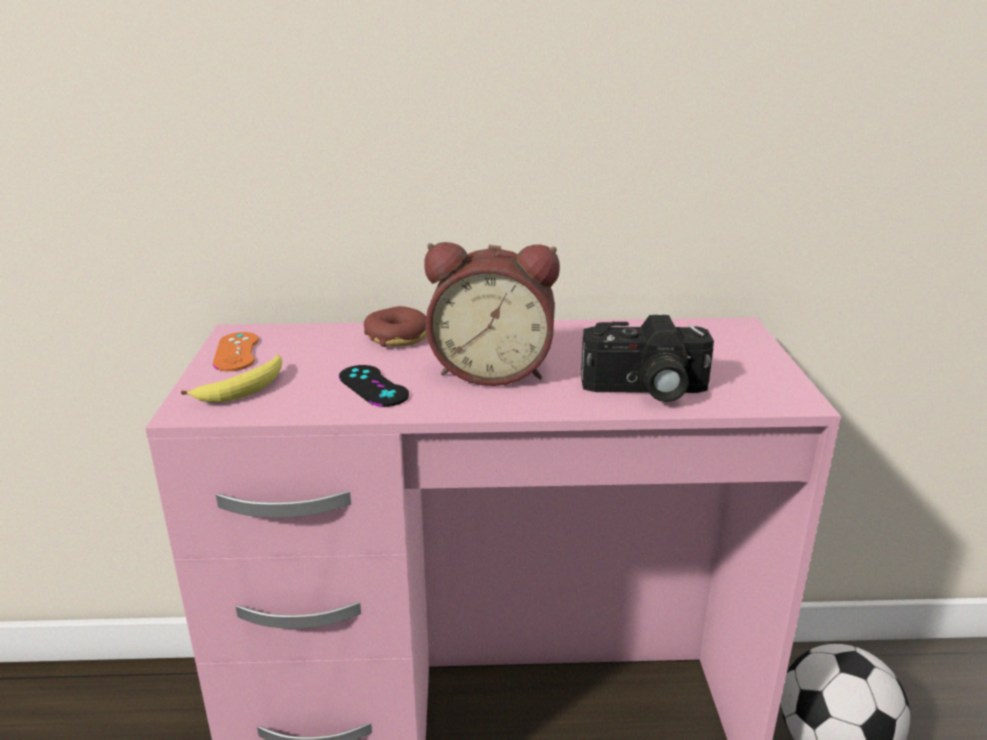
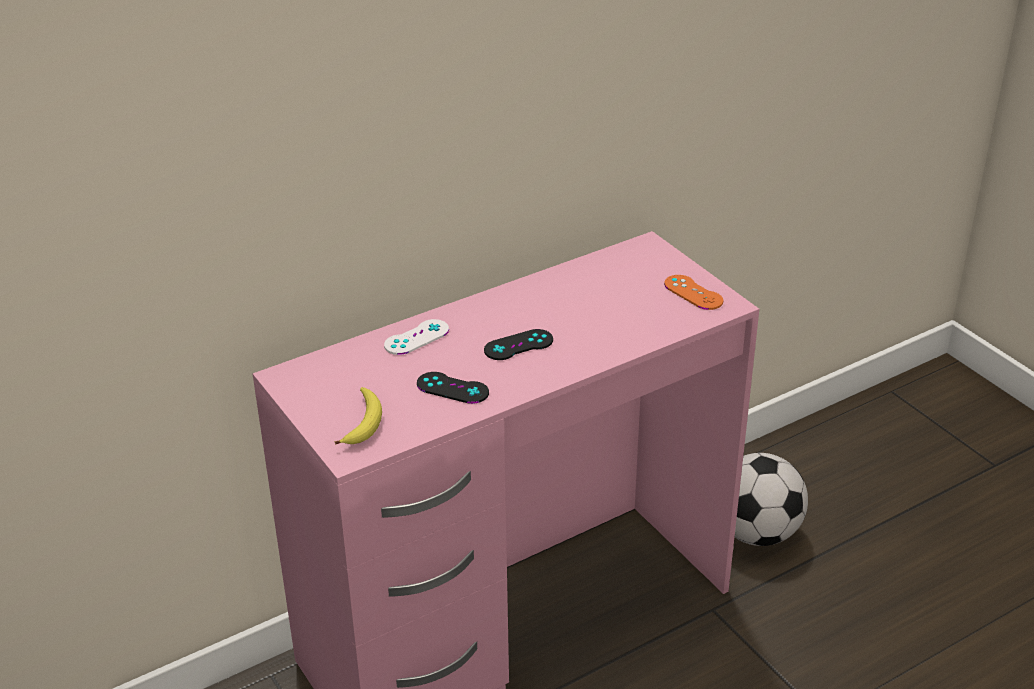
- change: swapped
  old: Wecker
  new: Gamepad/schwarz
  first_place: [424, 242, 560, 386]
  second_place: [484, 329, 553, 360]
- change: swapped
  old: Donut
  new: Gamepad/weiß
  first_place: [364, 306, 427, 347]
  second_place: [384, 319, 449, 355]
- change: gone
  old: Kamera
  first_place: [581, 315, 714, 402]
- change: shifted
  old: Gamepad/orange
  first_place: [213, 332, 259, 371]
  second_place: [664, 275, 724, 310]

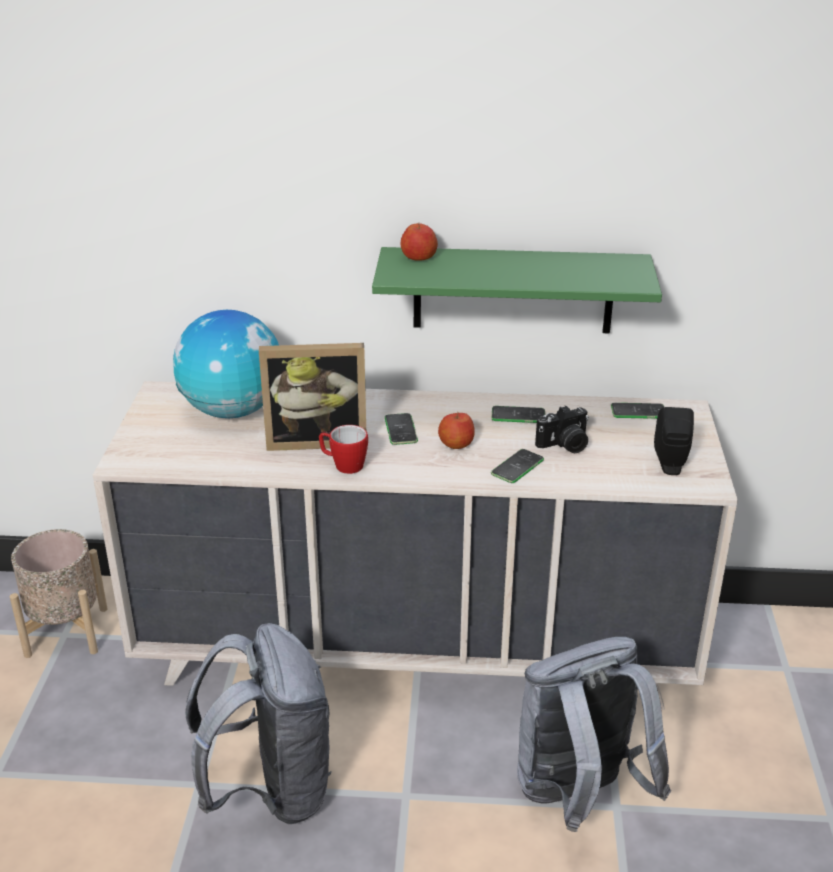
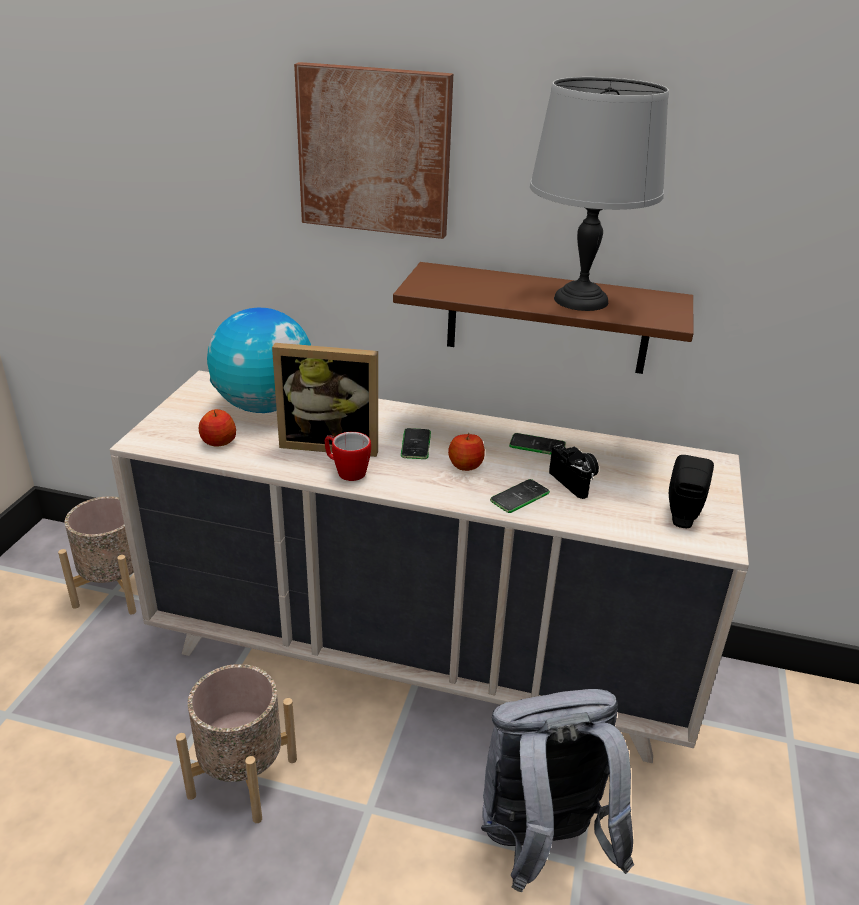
- change: shifted
  old: Apfel
  first_place: [401, 223, 438, 261]
  second_place: [199, 409, 236, 446]
- change: repainted
  old: Wandregal/grün
  new: Wandregal/braun
  first_place: [372, 247, 662, 334]
  second_place: [393, 262, 694, 374]
- change: gone
  old: Handy
  first_place: [611, 403, 664, 419]
- change: rotated
  old: Kamera
  first_place: [535, 406, 589, 454]
  second_place: [549, 443, 599, 499]
  degrees: -105
- change: swapped
  old: Rucksack/grau
  new: Pflanzkübel/beige
  first_place: [185, 623, 332, 824]
  second_place: [176, 664, 297, 823]
- change: new
  new: Bild
  second_place: [294, 62, 453, 239]
- change: new
  new: Tischlampe/grau
  second_place: [530, 77, 669, 311]

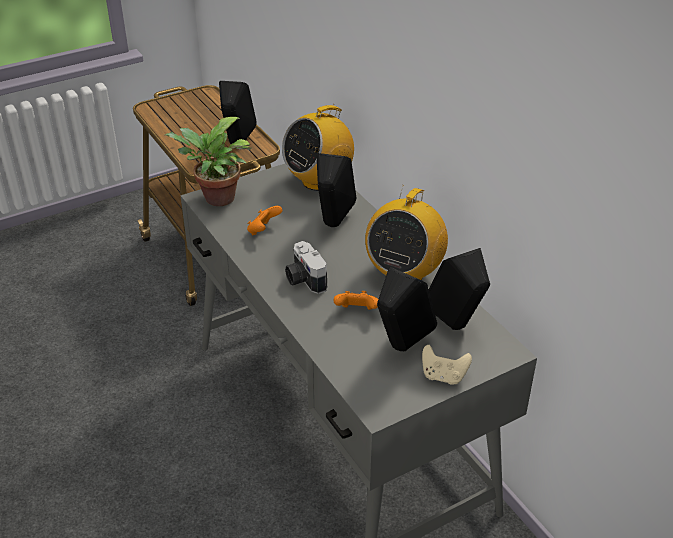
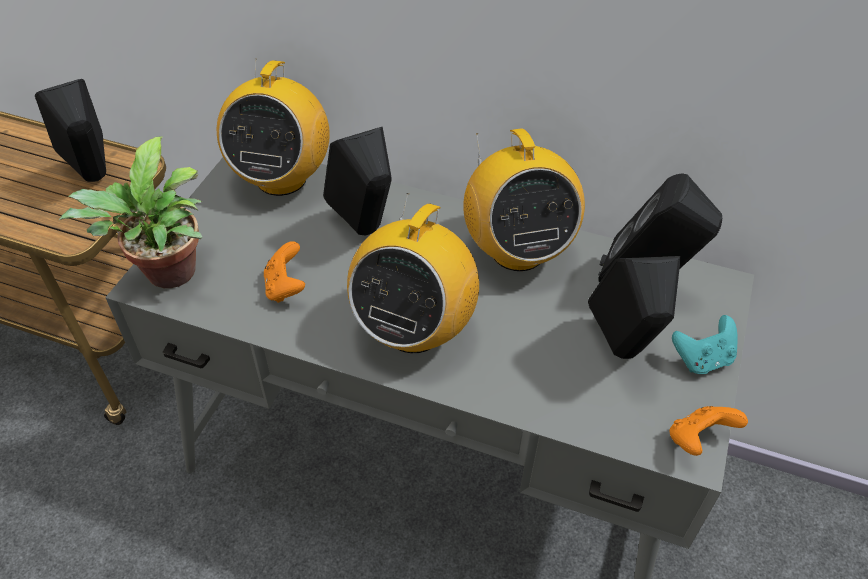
- change: swapped
  old: Kamera
  new: Radio
  first_place: [285, 241, 327, 294]
  second_place: [347, 193, 479, 353]
- change: shifted
  old: Gamepad/orange
  first_place: [334, 291, 378, 310]
  second_place: [669, 406, 748, 456]
- change: repainted
  old: Gamepad/beige
  new: Gamepad/türkis
  first_place: [422, 345, 472, 385]
  second_place: [672, 315, 738, 374]

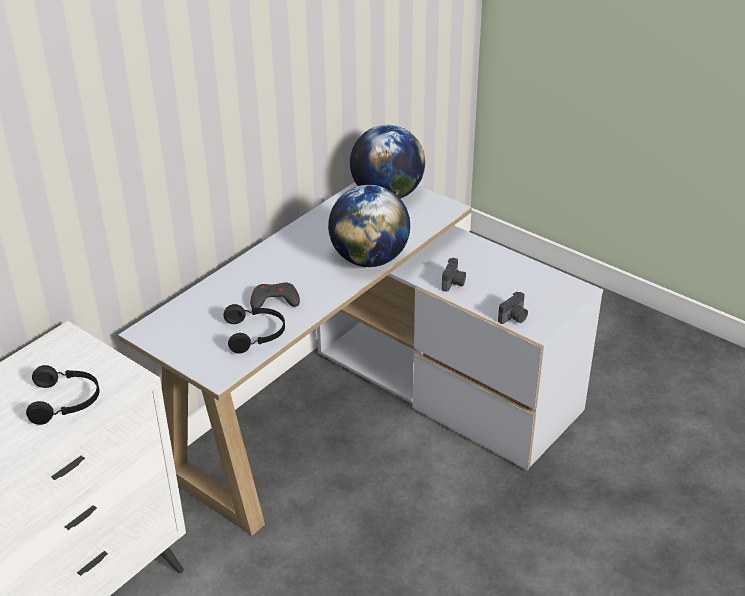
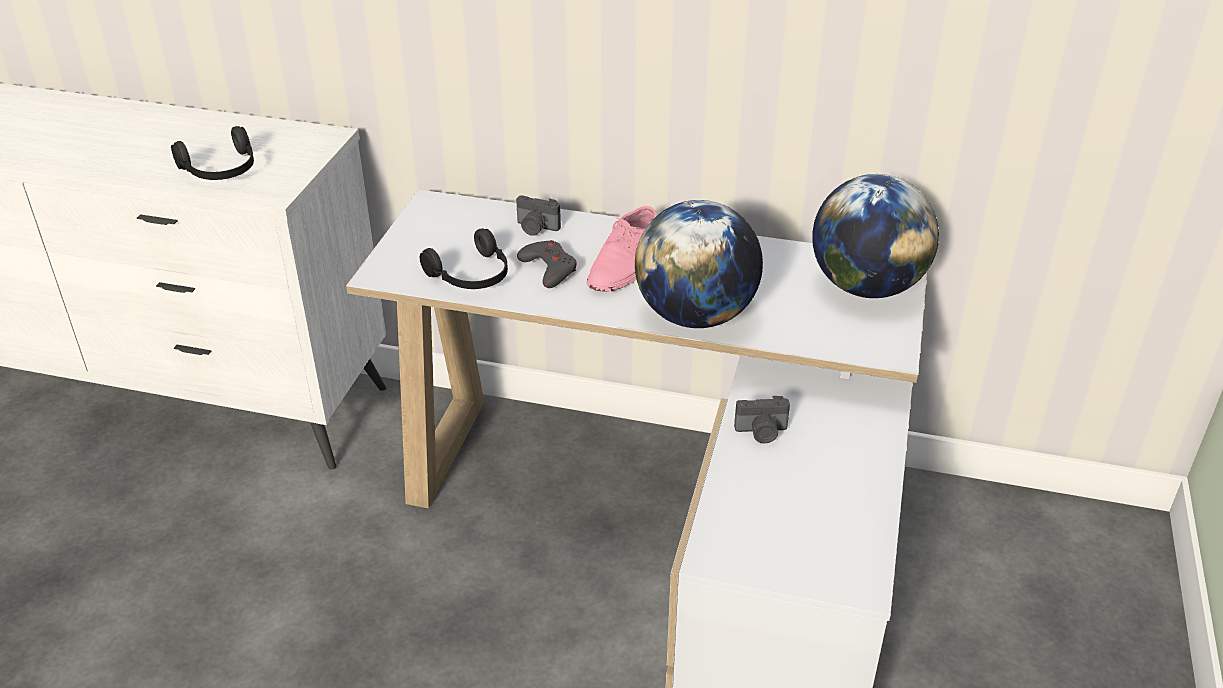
- change: shifted
  old: Kamera
  first_place: [498, 292, 528, 324]
  second_place: [516, 195, 561, 236]
- change: new
  new: Schuh/rosa
  second_place: [587, 206, 657, 292]

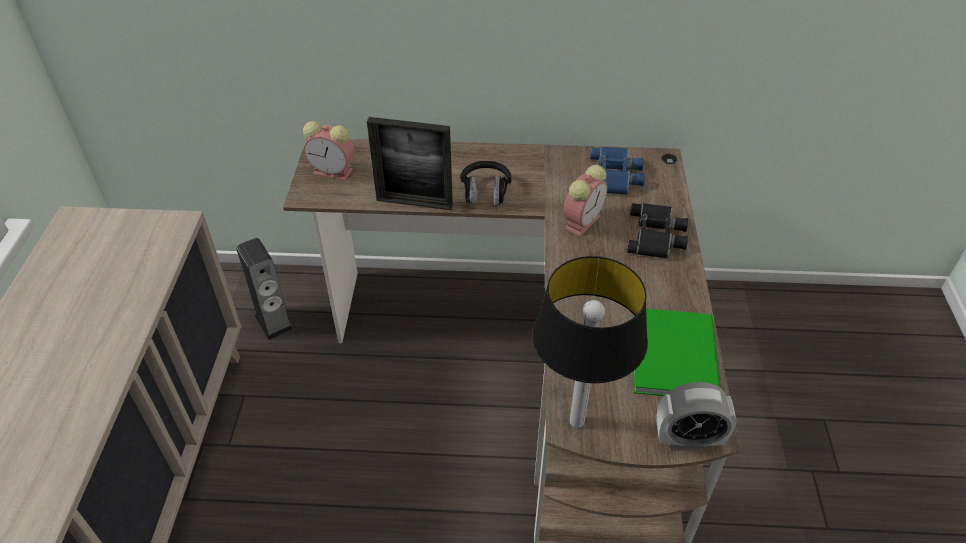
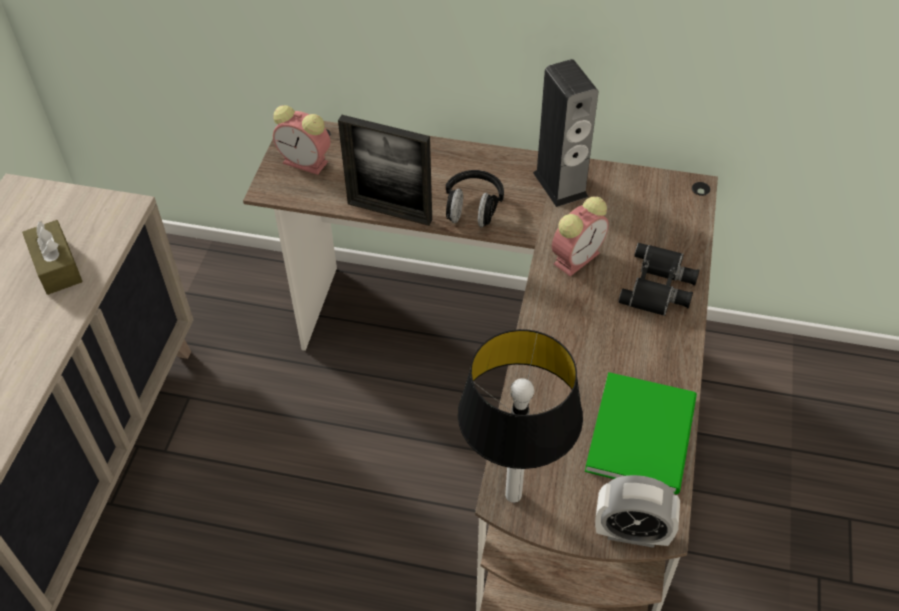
- change: gone
  old: Fernglas/blau
  first_place: [590, 147, 645, 195]
- change: shifted
  old: Lautsprecher
  first_place: [236, 238, 294, 340]
  second_place: [533, 59, 598, 207]
- change: new
  new: Taschentuchbox/braun
  second_place: [22, 220, 83, 295]

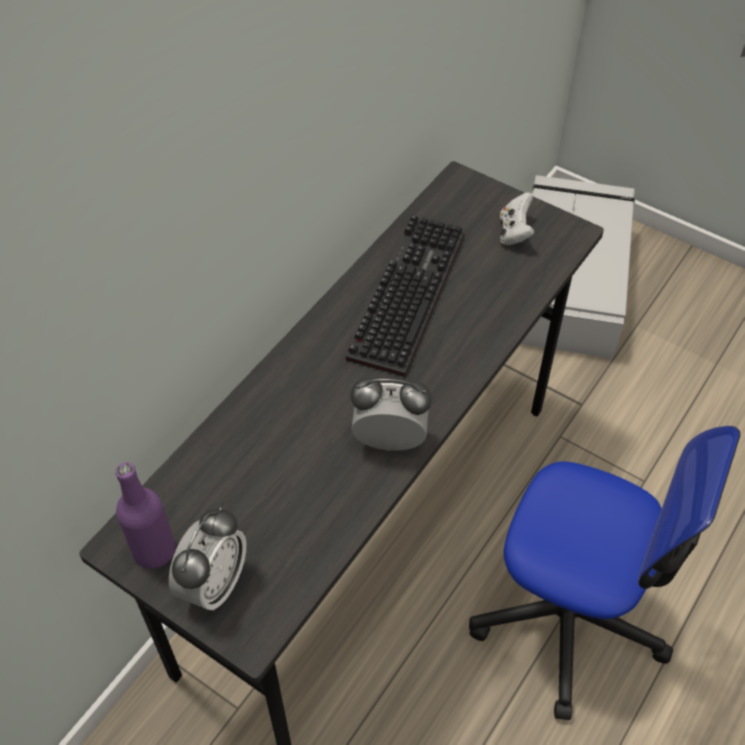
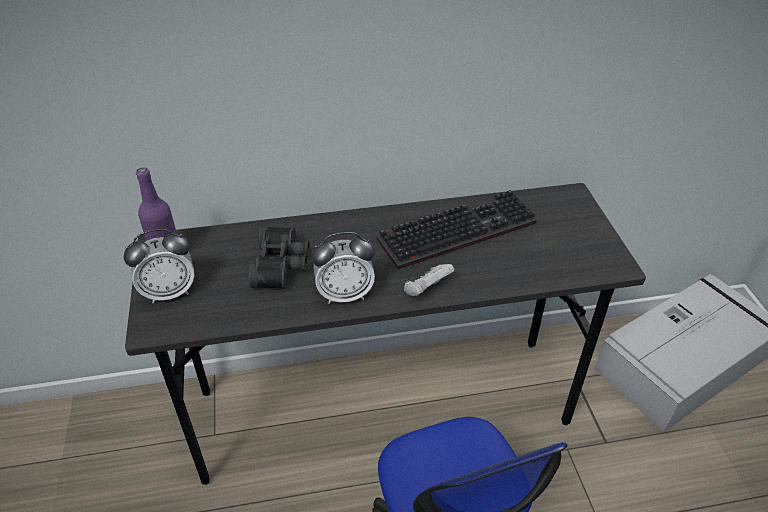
- change: shifted
  old: Gamepad/weiß
  first_place: [500, 192, 535, 245]
  second_place: [404, 264, 455, 297]
- change: rotated
  old: Wecker
  first_place: [350, 377, 432, 451]
  second_place: [311, 232, 375, 304]
  degrees: 120
- change: new
  new: Fernglas/schwarz
  second_place: [249, 227, 310, 289]

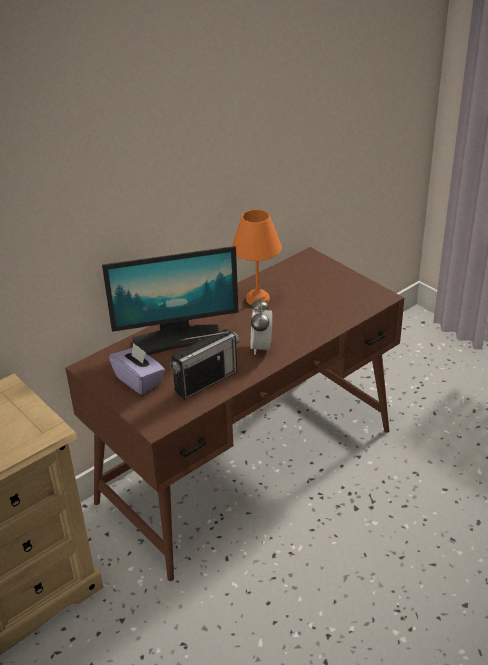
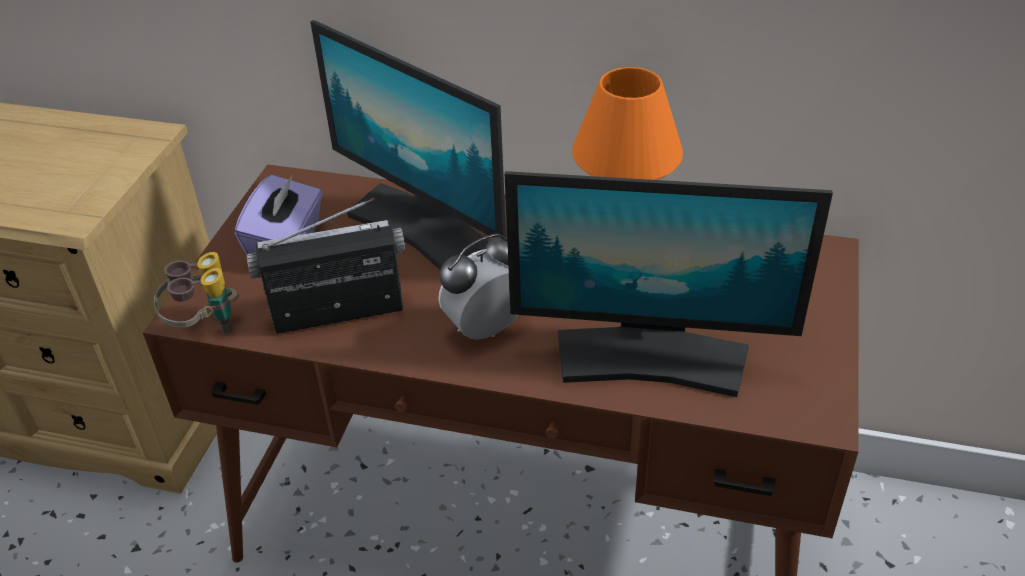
- change: rotated
  old: Radio
  first_place: [170, 329, 239, 400]
  second_place: [247, 198, 405, 334]
  degrees: 150
- change: new
  new: Monitor
  second_place: [505, 171, 833, 397]
- change: new
  new: Fernglas
  second_place: [154, 252, 239, 334]

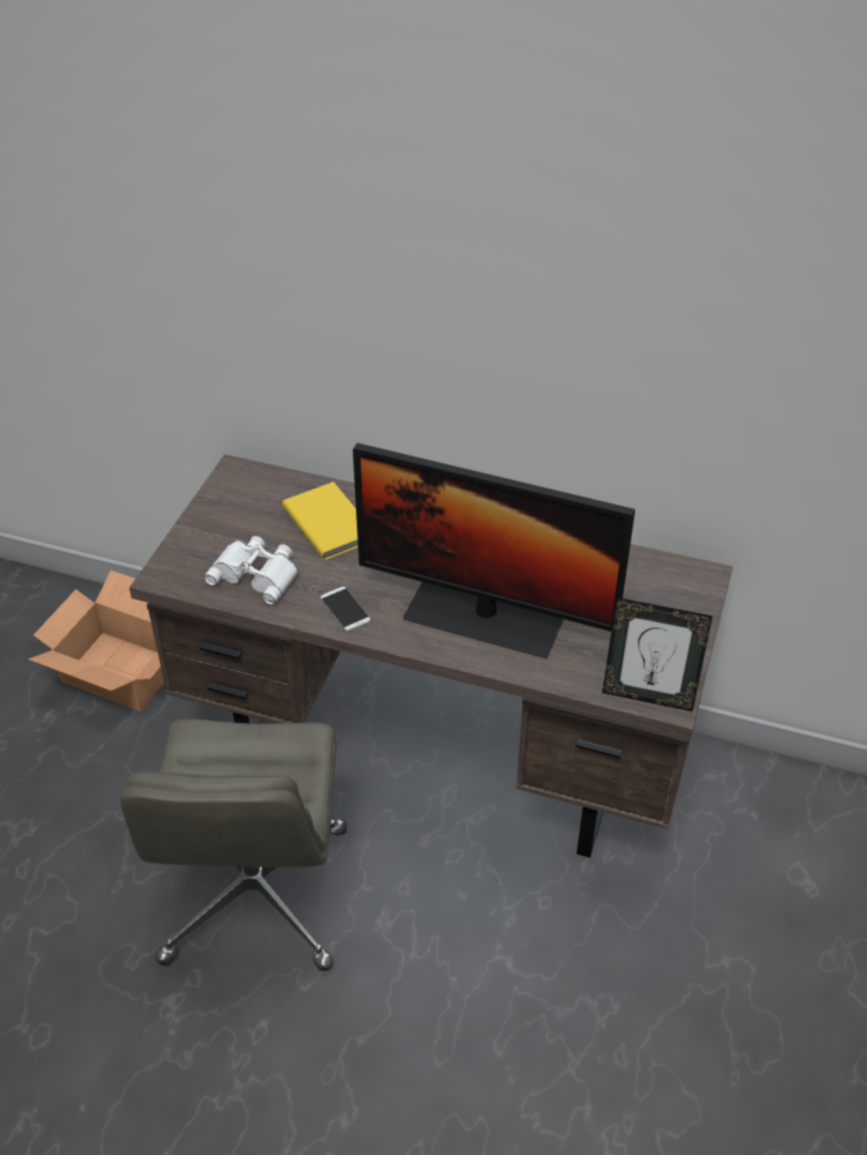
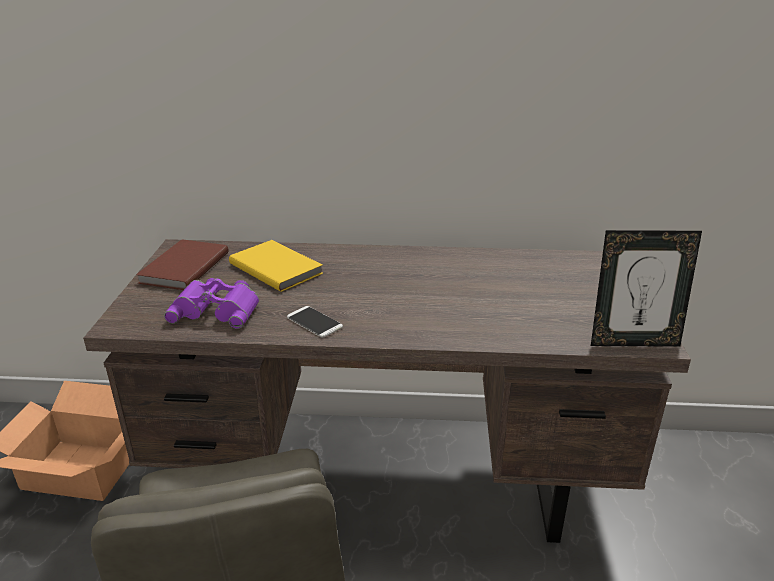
- change: gone
  old: Monitor
  first_place: [353, 443, 635, 659]
- change: repainted
  old: Fernglas/weiß
  new: Fernglas/lila
  first_place: [204, 536, 298, 605]
  second_place: [164, 278, 259, 329]
- change: new
  new: Buch/braun
  second_place: [136, 239, 229, 290]

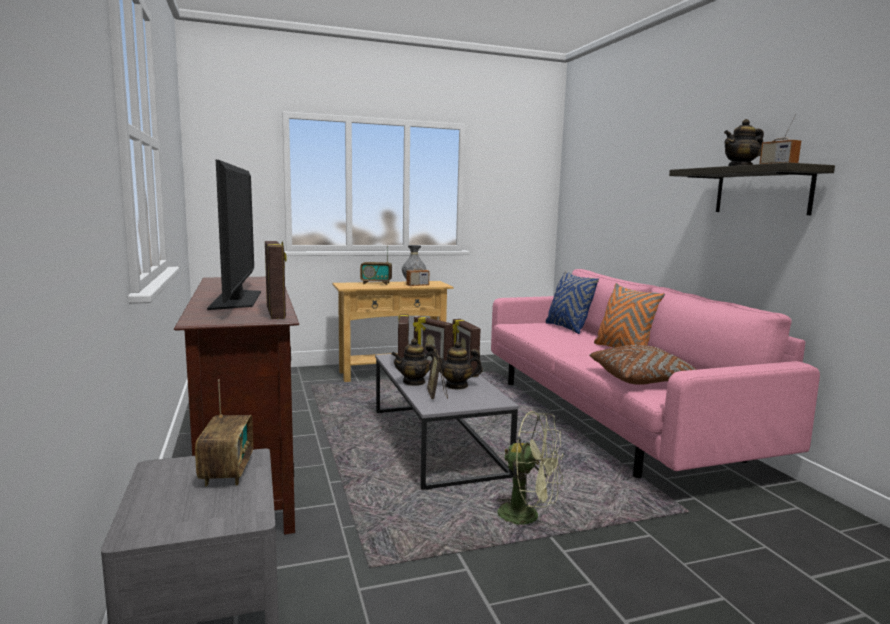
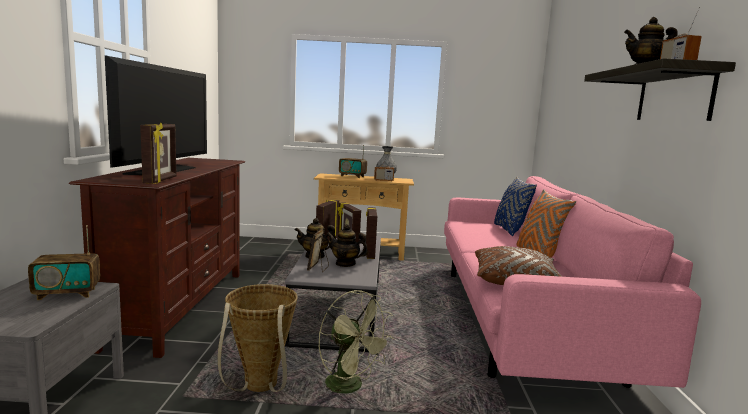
- change: rotated
  old: Radio
  first_place: [195, 379, 253, 486]
  second_place: [28, 225, 100, 300]
  degrees: 60
- change: new
  new: Korb
  second_place: [218, 284, 298, 392]

